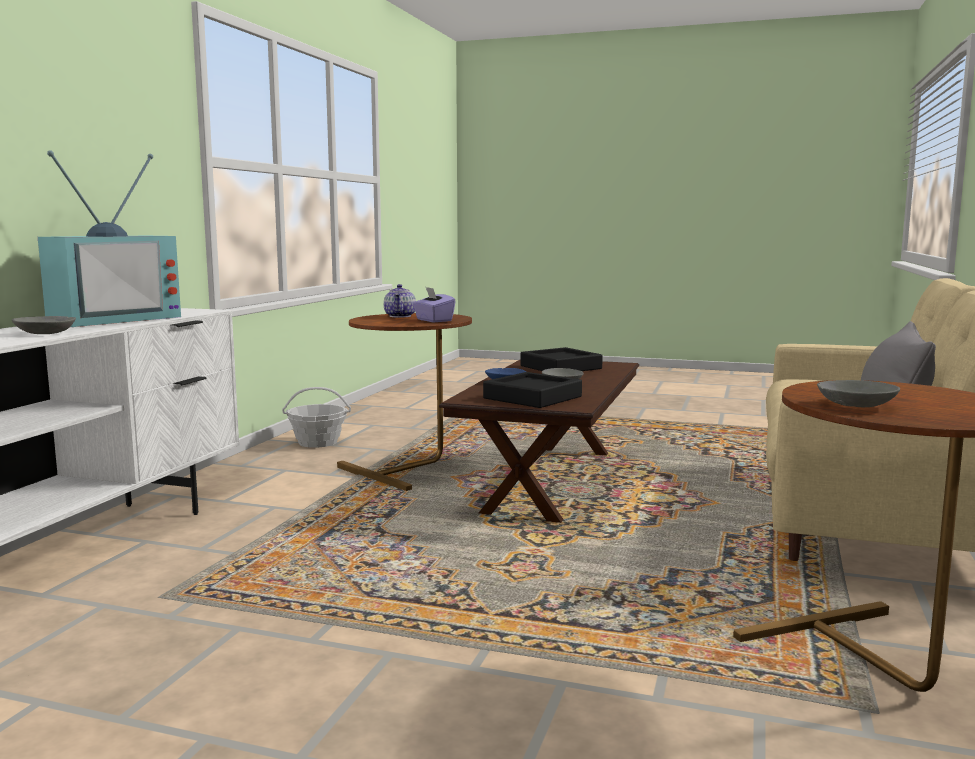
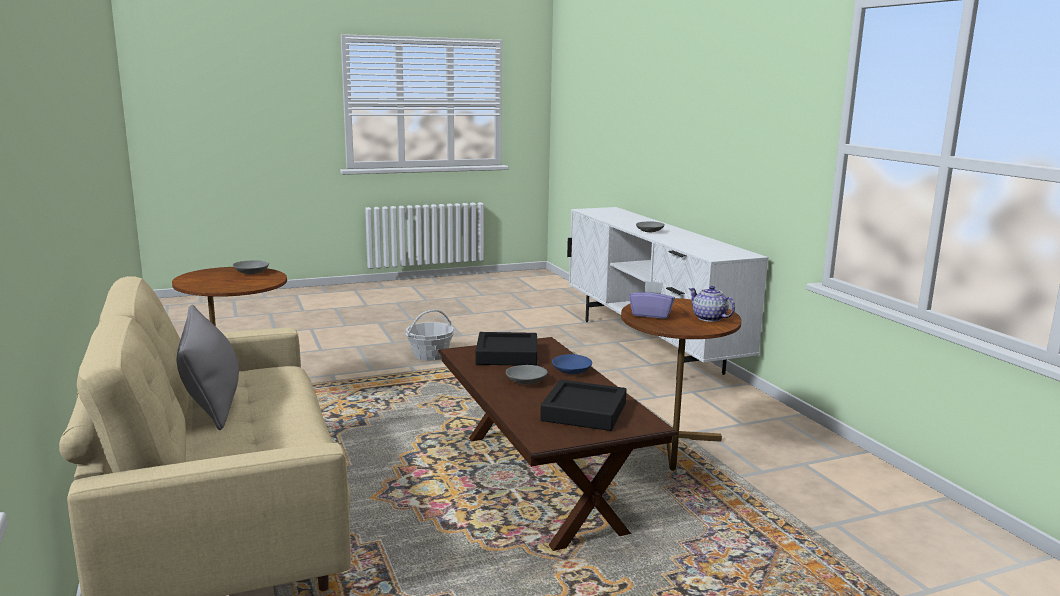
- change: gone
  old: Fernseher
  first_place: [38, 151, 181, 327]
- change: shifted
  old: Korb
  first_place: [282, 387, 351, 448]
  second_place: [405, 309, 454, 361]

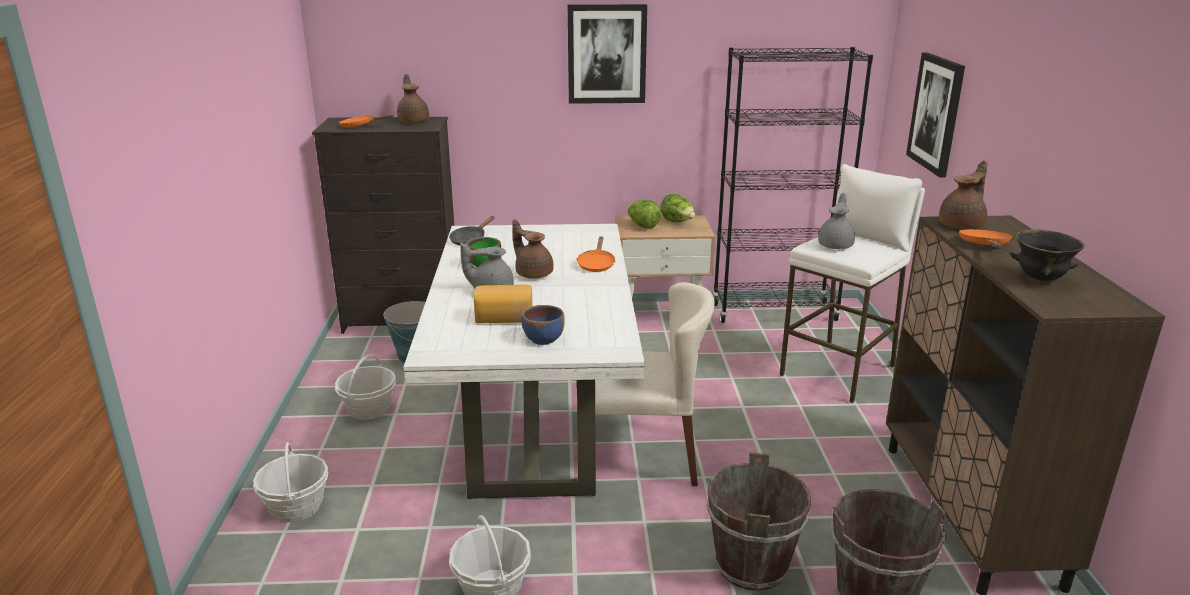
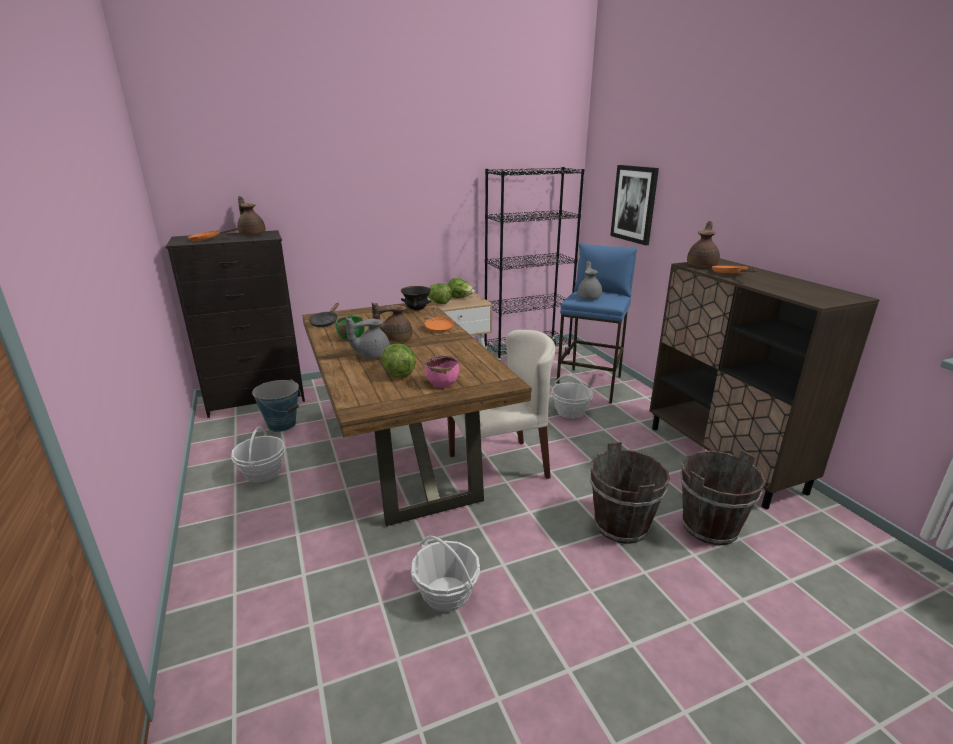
- change: gone
  old: Bild
  first_place: [568, 4, 647, 104]
- change: repainted
  old: Hocker/weiß
  new: Hocker/blau
  first_place: [780, 164, 925, 403]
  second_place: [556, 243, 637, 404]
- change: rotated
  old: Teekanne/braun
  first_place: [513, 219, 554, 279]
  second_place: [372, 302, 413, 342]
  degrees: -45
- change: repainted
  old: Esstisch/weiß
  new: Esstisch/braun
  first_place: [404, 224, 644, 499]
  second_place: [302, 302, 531, 526]
- change: shifted
  old: Schüssel/schwarz
  first_place: [1010, 229, 1085, 281]
  second_place: [401, 286, 432, 311]
- change: swapped
  old: Brot
  new: Salatkopf
  first_place: [474, 285, 533, 323]
  second_place: [382, 343, 416, 378]
- change: repainted
  old: Schüssel/blau
  new: Schüssel/rosa
  first_place: [522, 305, 565, 345]
  second_place: [424, 356, 460, 388]
- change: shifted
  old: Korb
  first_place: [253, 442, 329, 522]
  second_place: [551, 374, 593, 419]

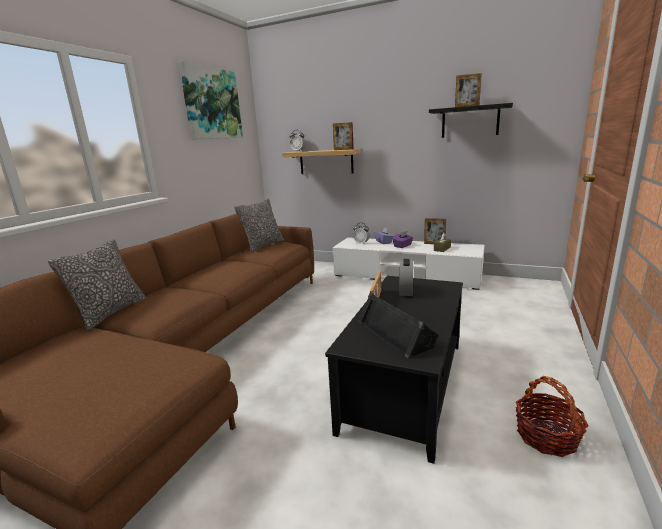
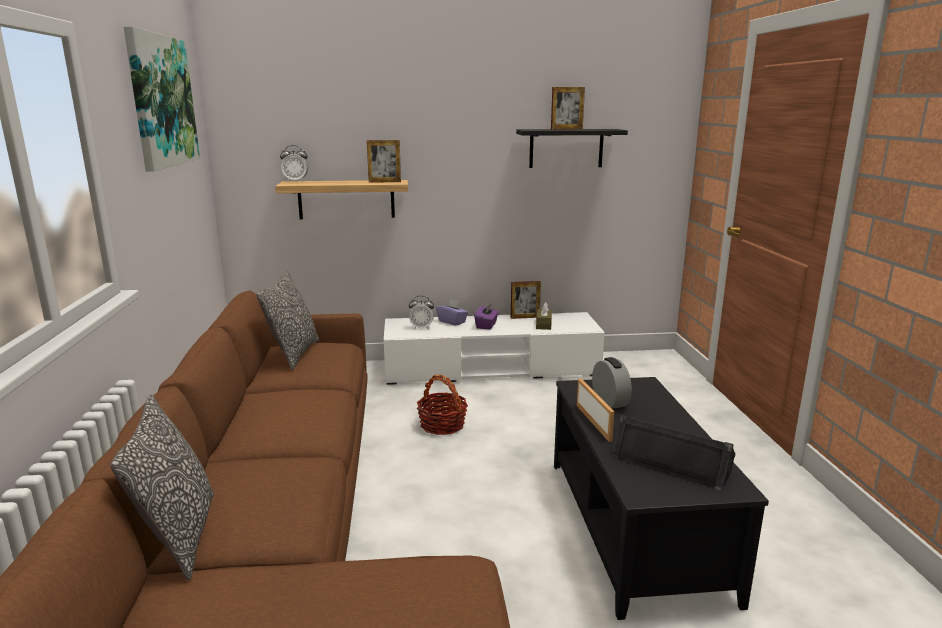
- change: shifted
  old: Korb
  first_place: [515, 376, 589, 457]
  second_place: [417, 375, 468, 435]

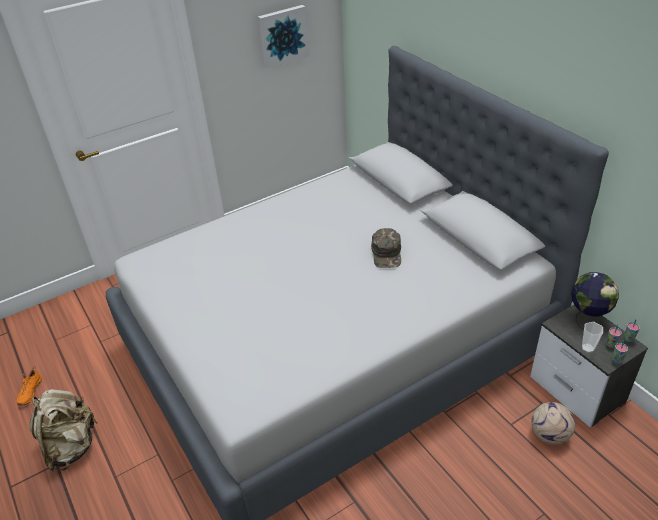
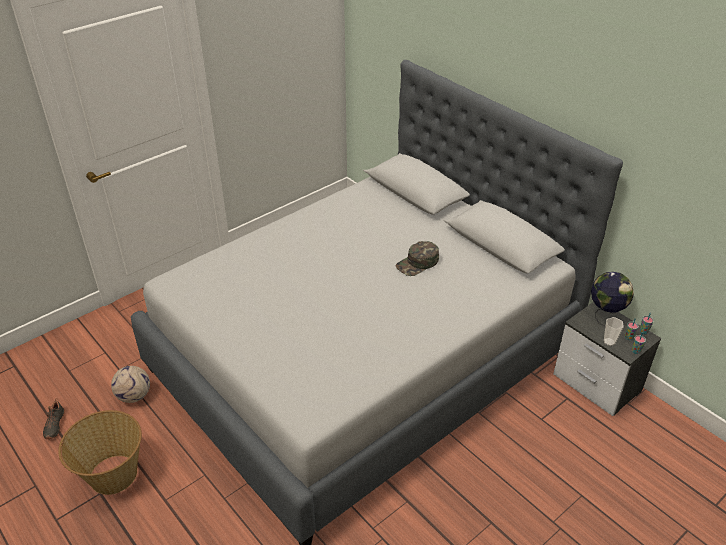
- change: gone
  old: Bild
  first_place: [258, 5, 309, 69]
- change: rotated
  old: Kappe/grün
  first_place: [371, 228, 401, 268]
  second_place: [396, 241, 439, 276]
  degrees: 60
- change: repainted
  old: Schuh/orange
  new: Schuh/schwarz
  first_place: [17, 366, 42, 406]
  second_place: [43, 398, 65, 439]
- change: swapped
  old: Rucksack/beige
  new: Korb
  first_place: [30, 389, 98, 471]
  second_place: [58, 410, 142, 495]
- change: shifted
  old: Fußball
  first_place: [531, 402, 575, 445]
  second_place: [111, 366, 150, 403]

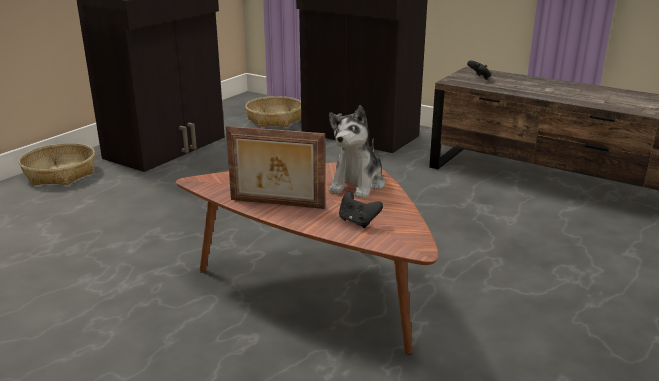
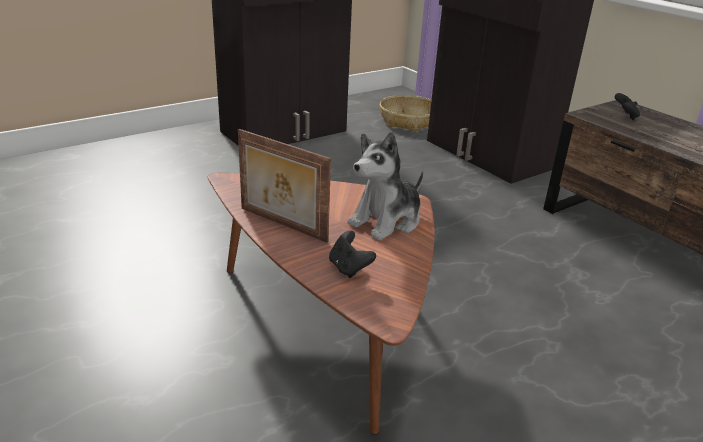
- change: gone
  old: Korb
  first_place: [19, 143, 95, 185]

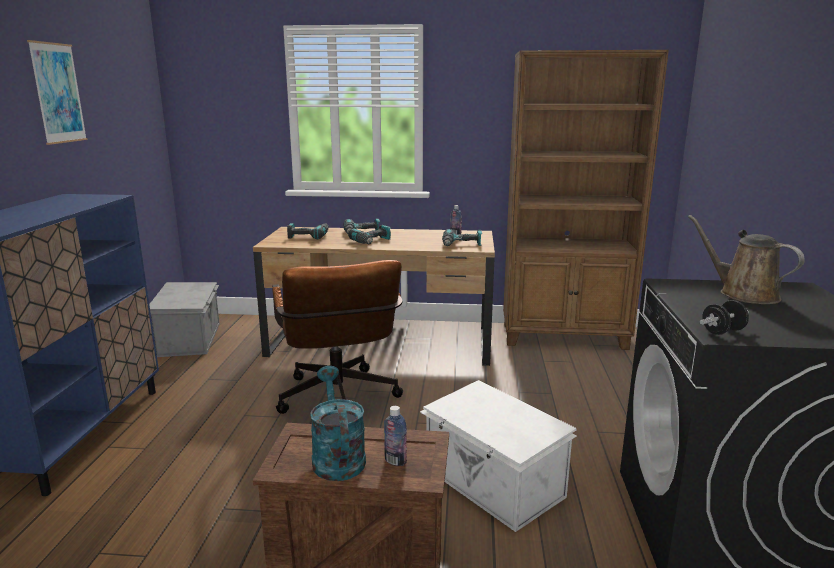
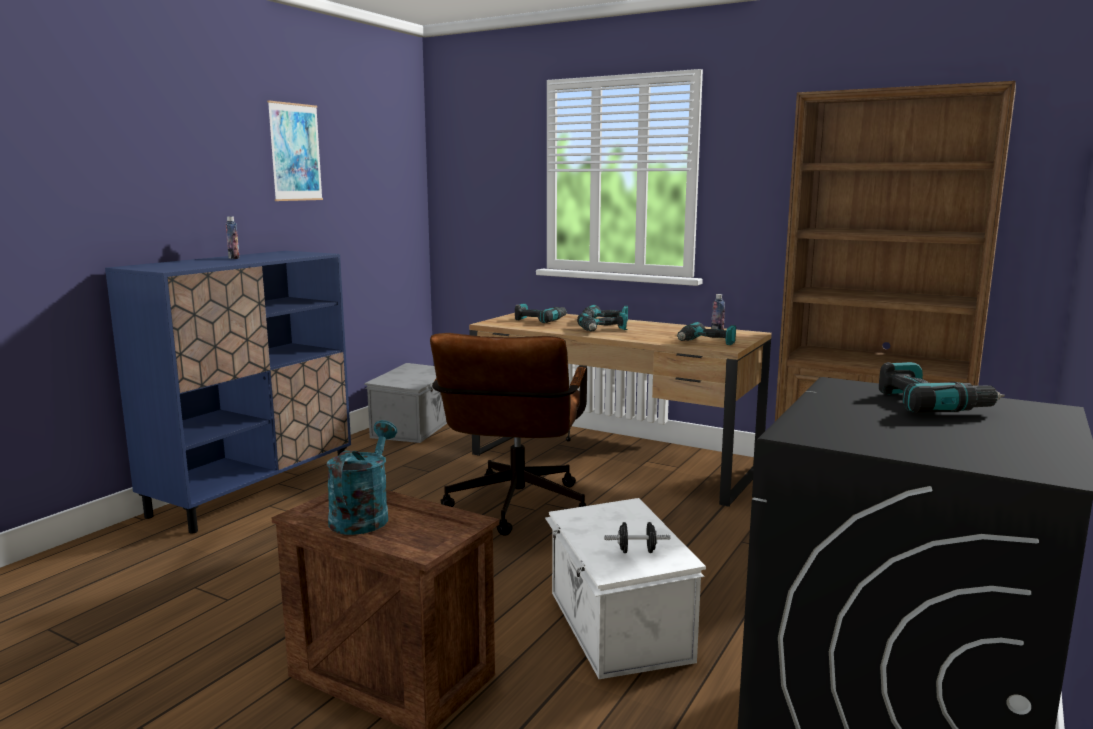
- change: swapped
  old: Gießkanne/braun
  new: Bohrmaschine
  first_place: [688, 215, 805, 304]
  second_place: [879, 362, 1005, 413]
- change: shifted
  old: Hantel/schwarz
  first_place: [700, 300, 749, 335]
  second_place: [604, 522, 670, 553]
- change: shifted
  old: Flasche
  first_place: [384, 406, 407, 466]
  second_place: [226, 216, 239, 259]

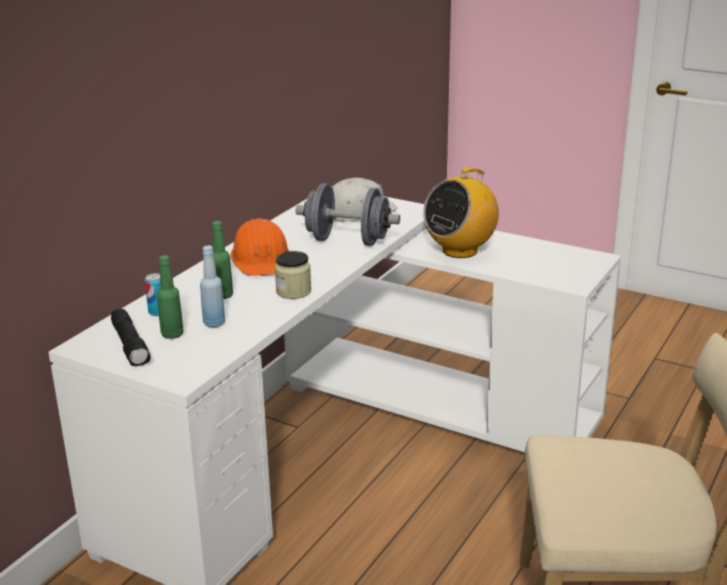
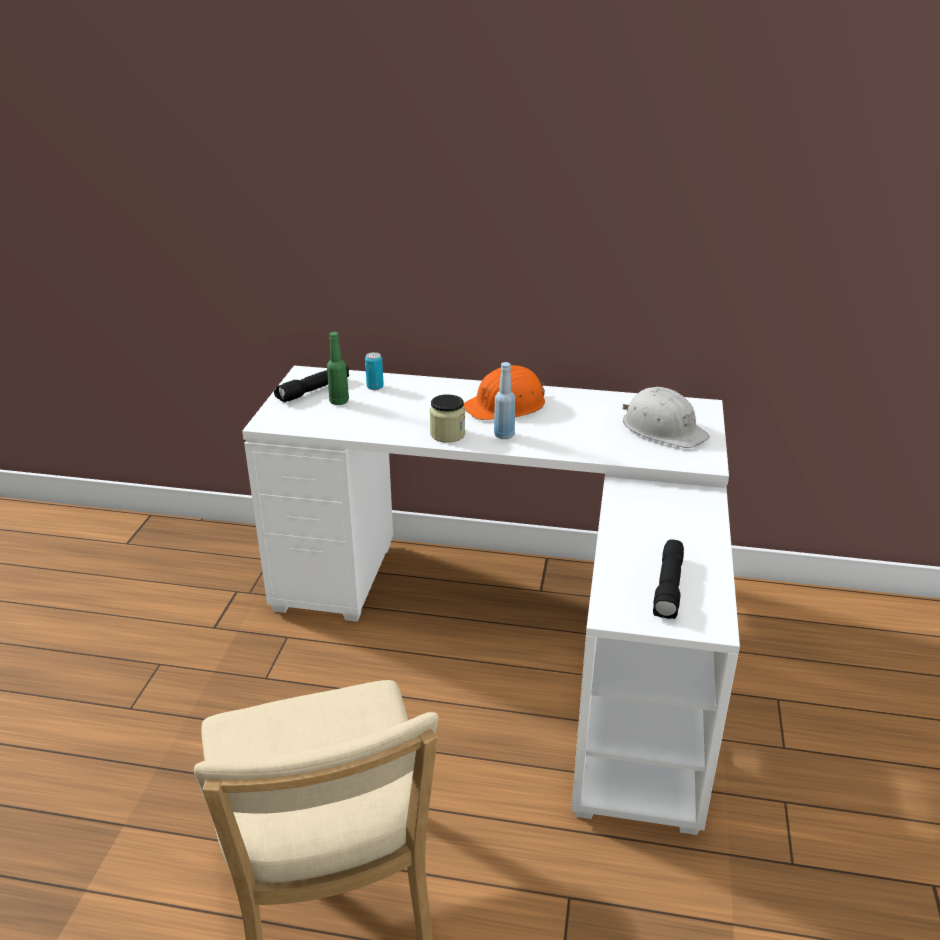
- change: gone
  old: Radio
  first_place: [423, 167, 499, 258]
- change: gone
  old: Hantel/grau
  first_place: [296, 183, 400, 246]
- change: gone
  old: Flasche/grün
  first_place: [212, 221, 233, 299]
- change: shifted
  old: Flasche/blau
  first_place: [200, 245, 225, 328]
  second_place: [494, 362, 515, 439]
- change: new
  new: Taschenlampe/schwarz
  second_place: [653, 540, 684, 619]

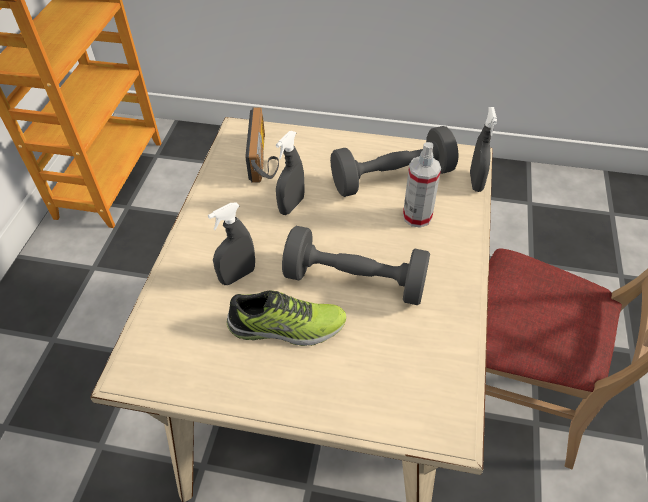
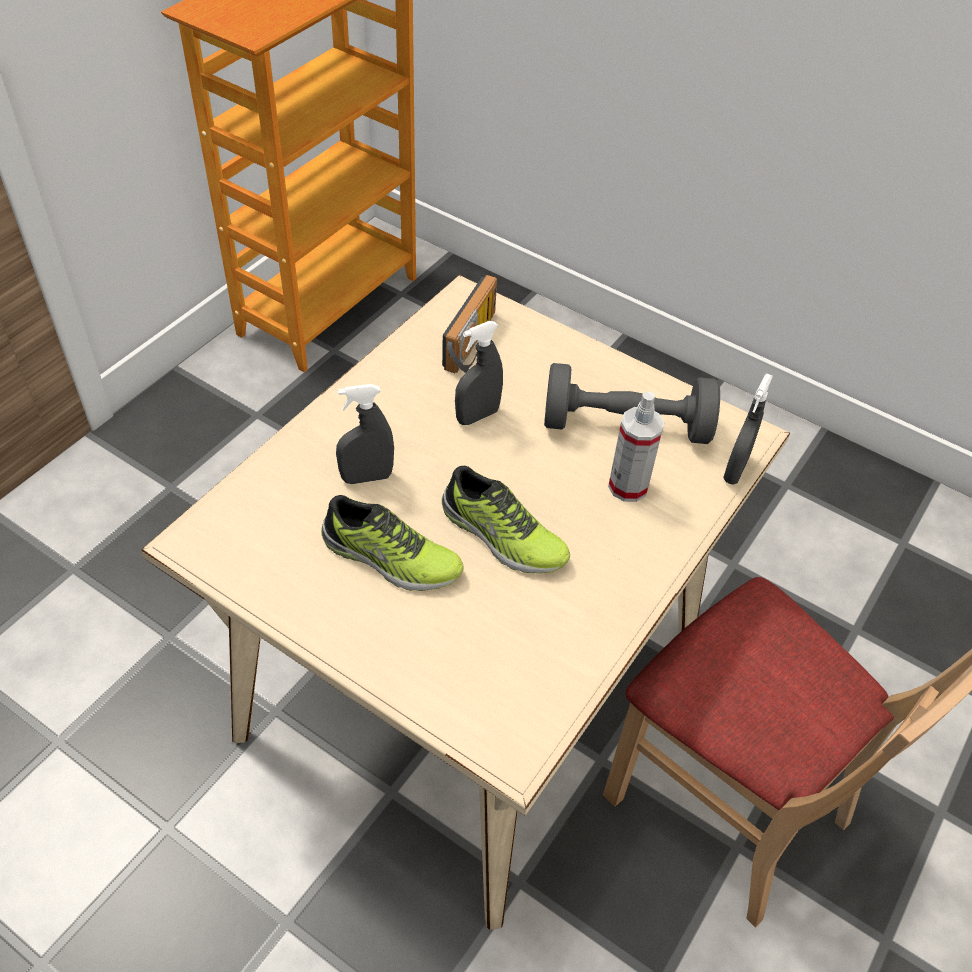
- change: swapped
  old: Hantel/grau
  new: Schuh
  first_place: [282, 226, 430, 305]
  second_place: [442, 466, 570, 574]

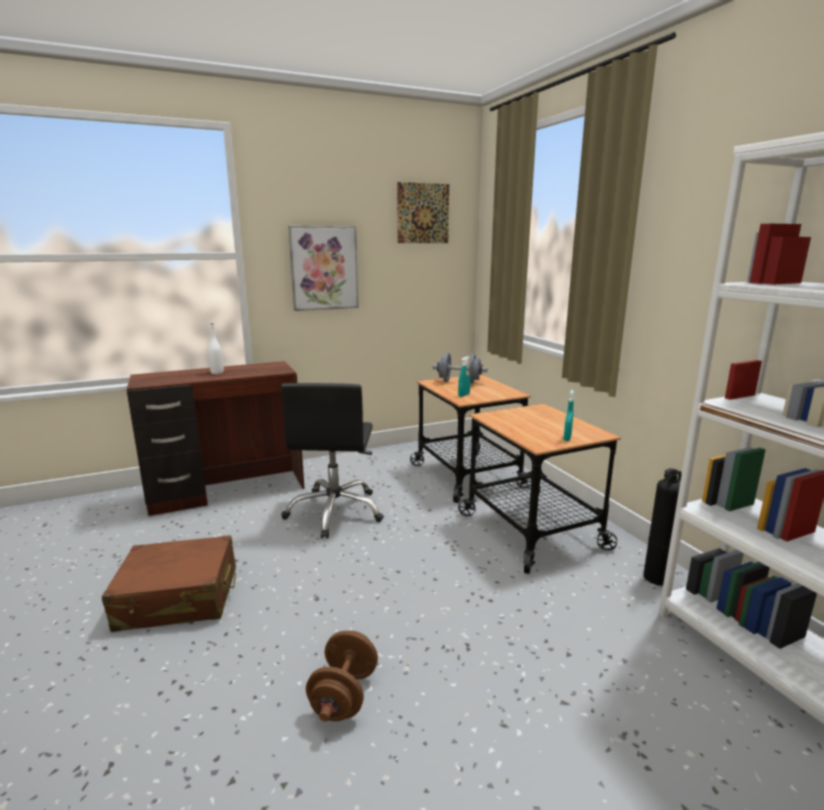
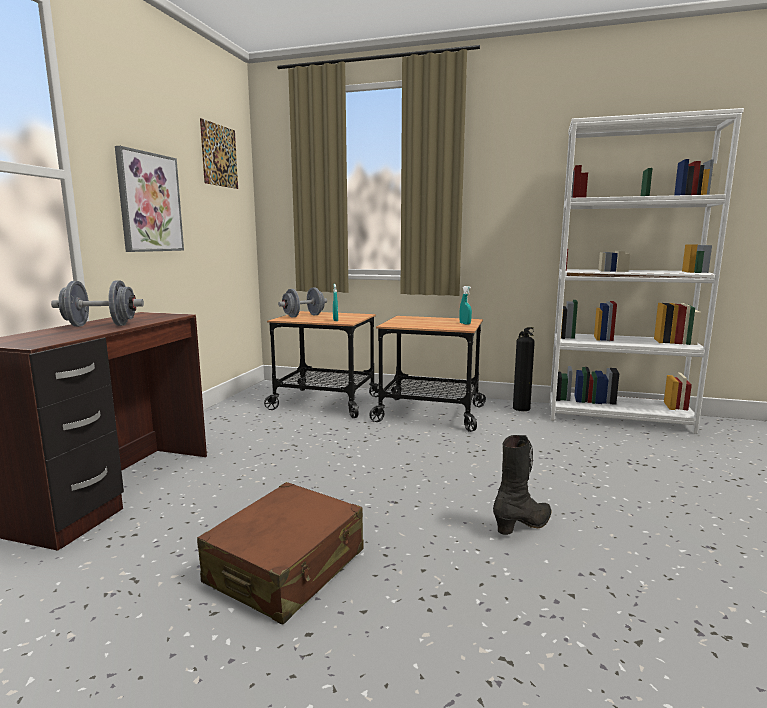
- change: swapped
  old: Flasche/weiß
  new: Hantel/grau
  first_place: [208, 323, 224, 374]
  second_place: [51, 280, 144, 327]
- change: gone
  old: Bürostuhl/schwarz
  first_place: [281, 383, 384, 539]
- change: swapped
  old: Hantel/braun
  new: Stiefel/schwarz
  first_place: [306, 631, 378, 722]
  second_place: [493, 435, 552, 535]

